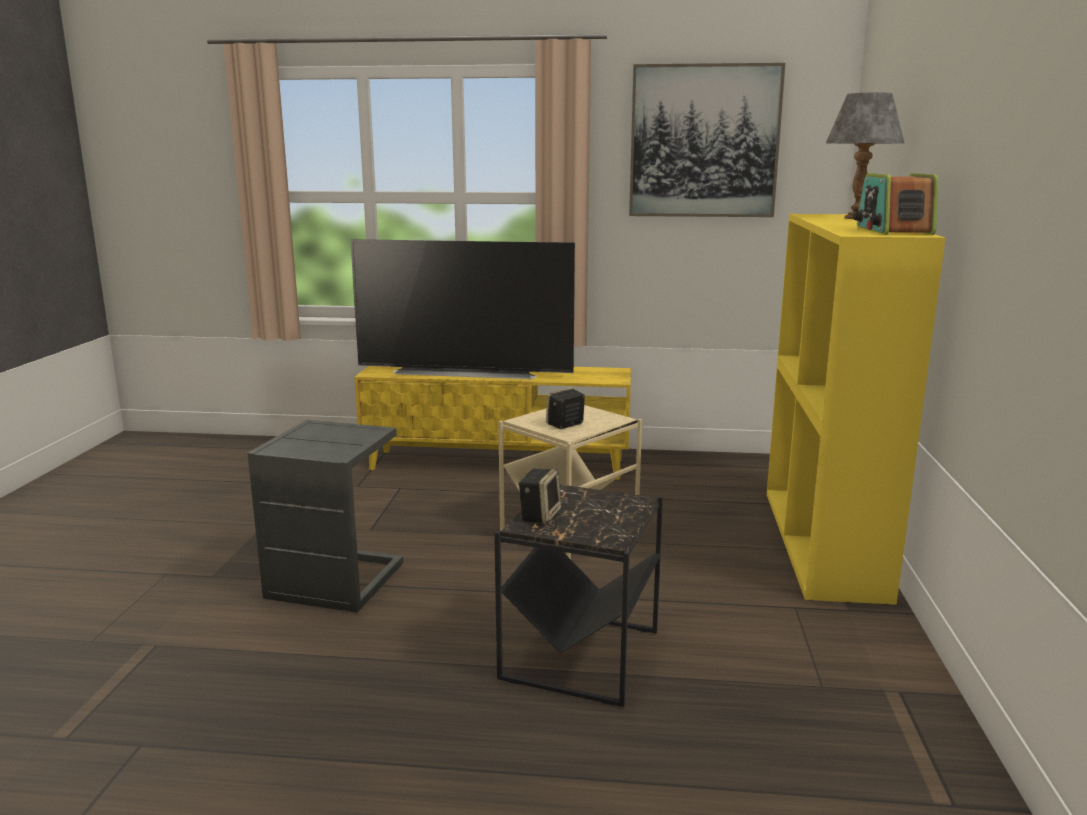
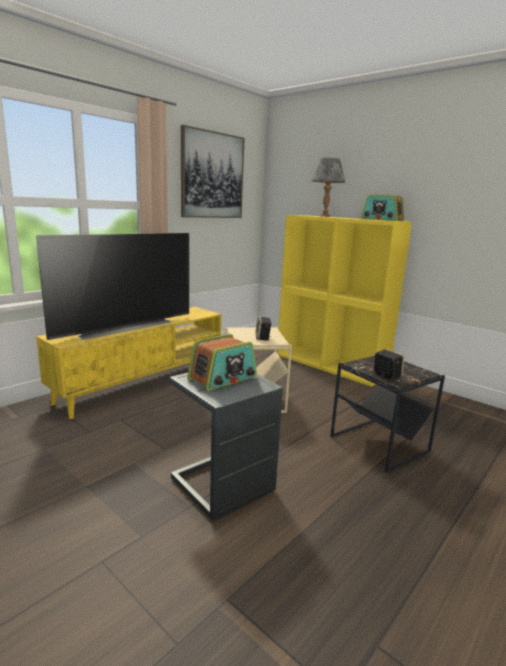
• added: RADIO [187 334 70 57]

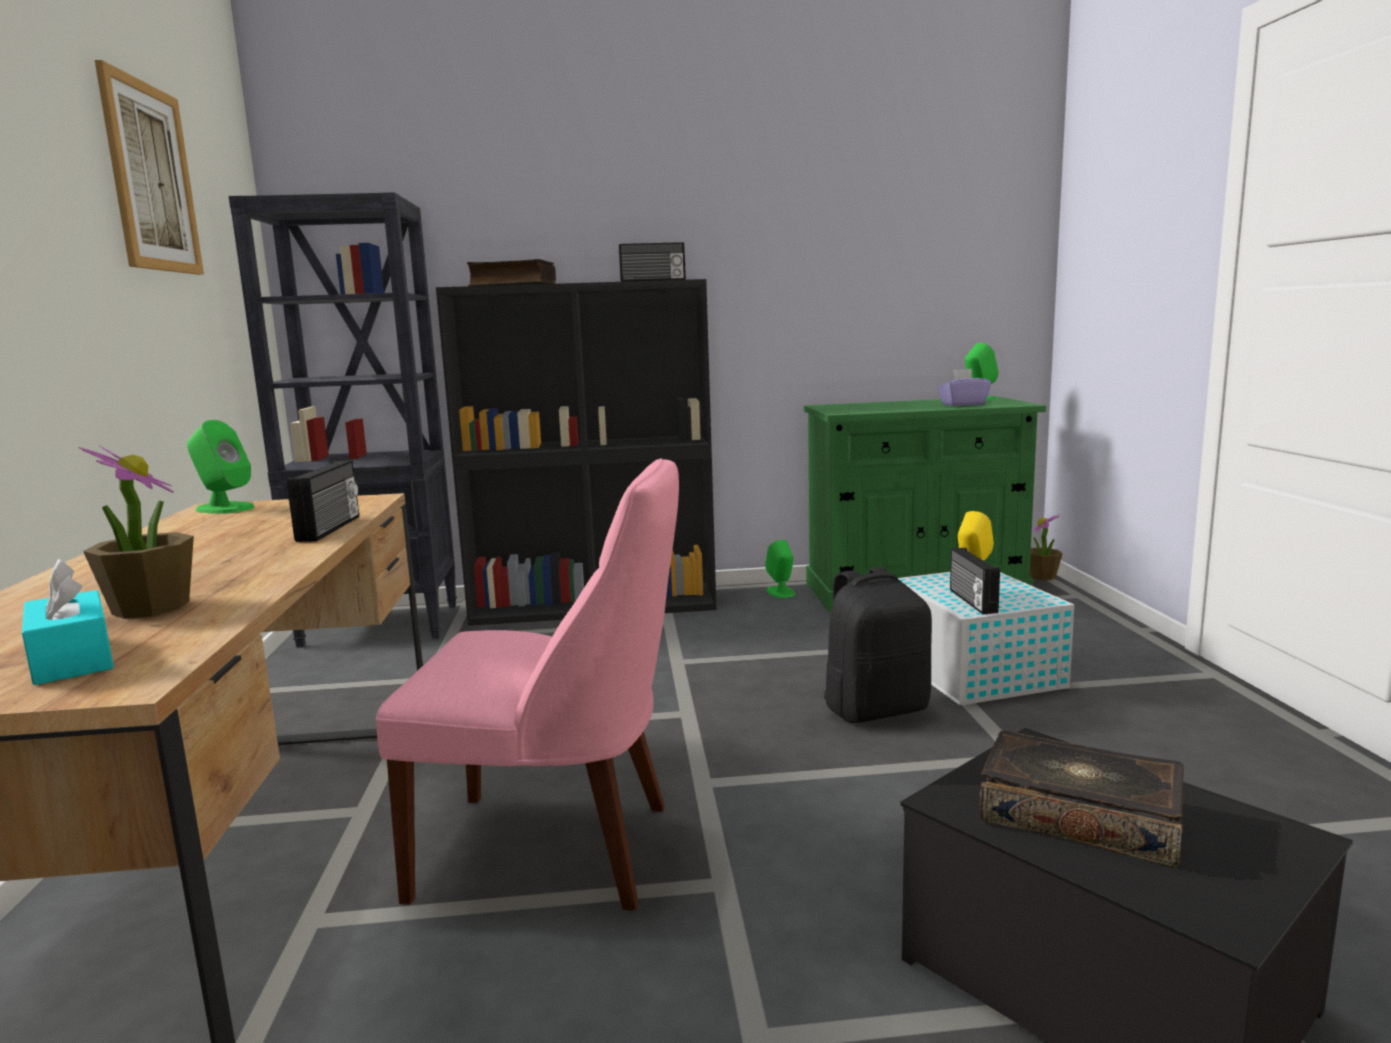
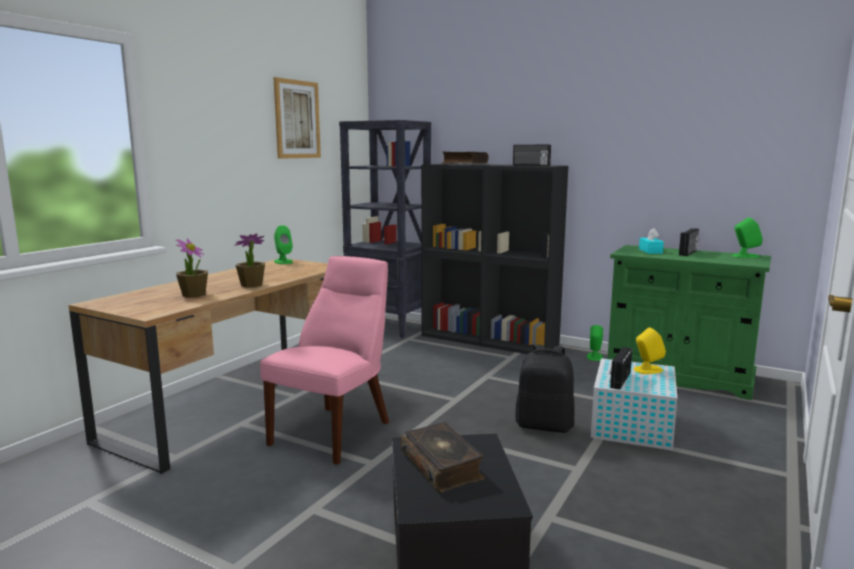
• removed: PURPLE TISSUE BOX [938 369 53 37]
• moved: TURQUOISE TISSUE BOX [22 559 92 126] to [639 228 25 26]
• moved: RADIO [287 460 72 82] to [679 228 20 28]
• moved: POTTED PLANT [1029 515 34 65] to [235 234 30 53]
• turned: PINK CHAIR [376 458 303 452] = [260 256 129 209] 105 degrees counterclockwise

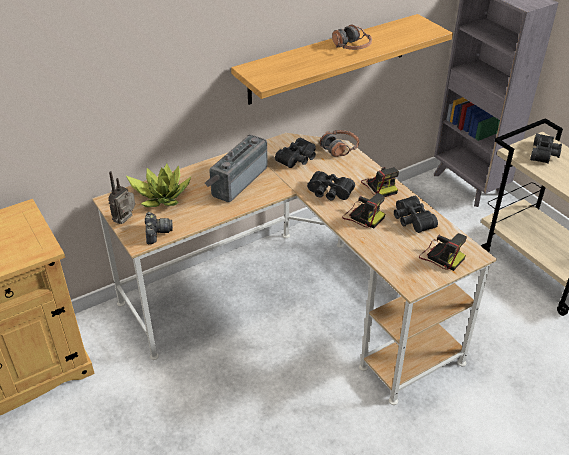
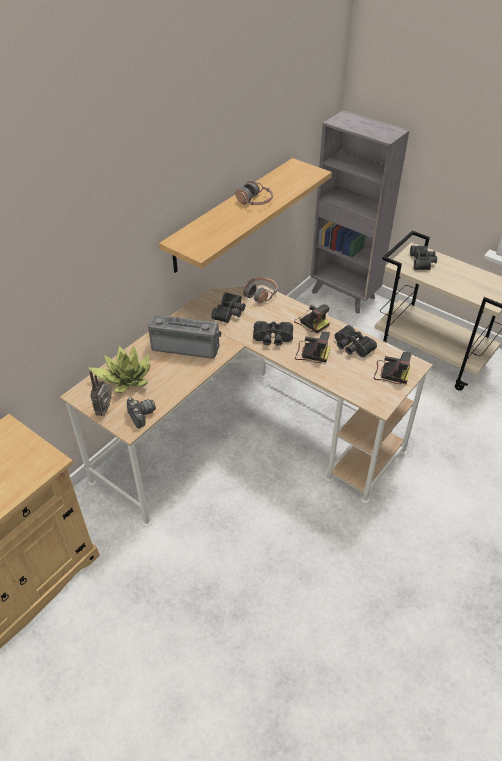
• turned: RADIO [205 134 63 68] = [148 314 74 45] 90 degrees clockwise

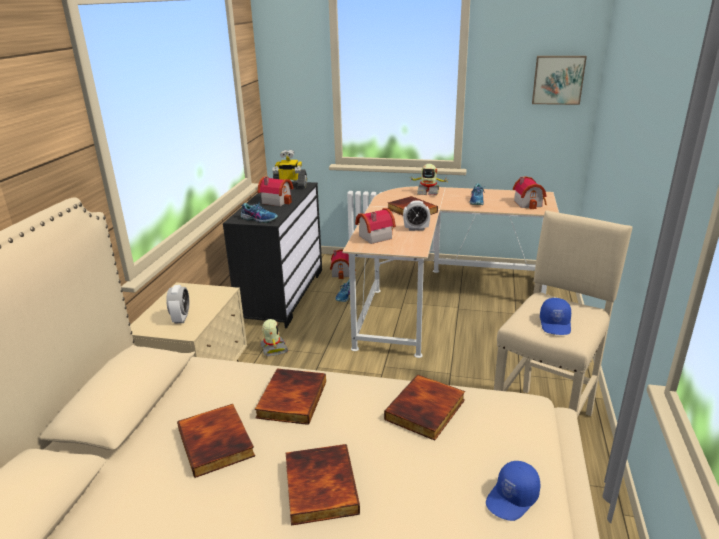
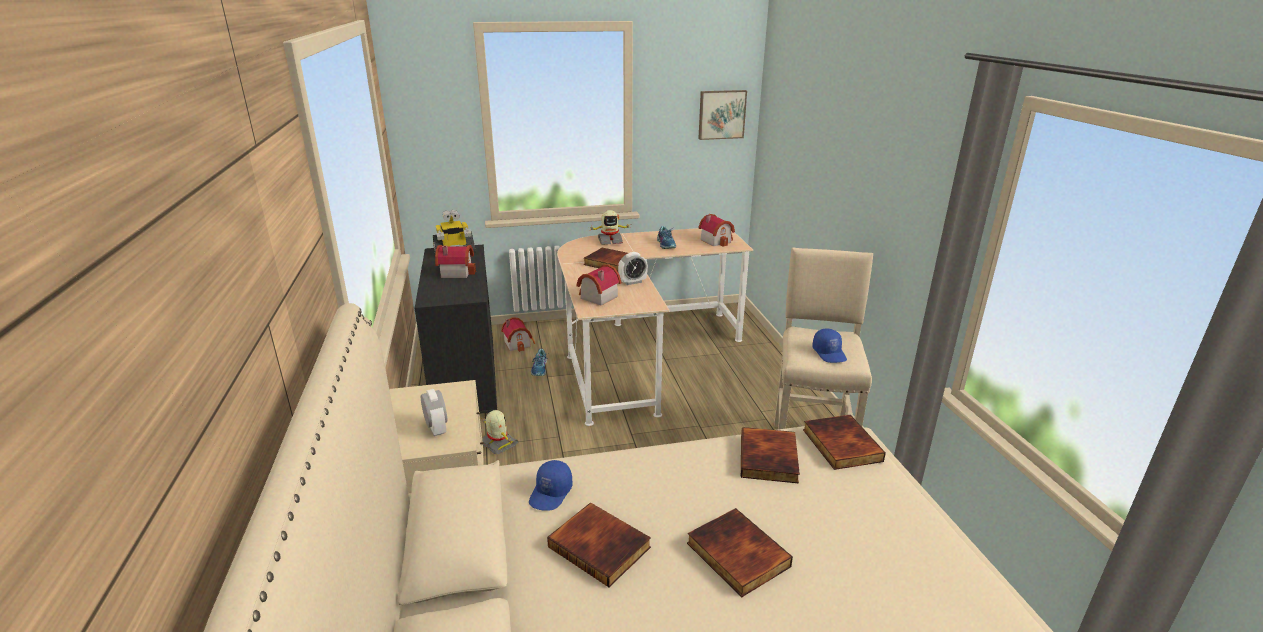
• removed: SHOE [240 201 38 22]
• moved: BOOK [255 369 71 56] to [803 415 83 55]
• moved: BLUE CAP [486 461 54 60] to [529 460 44 51]

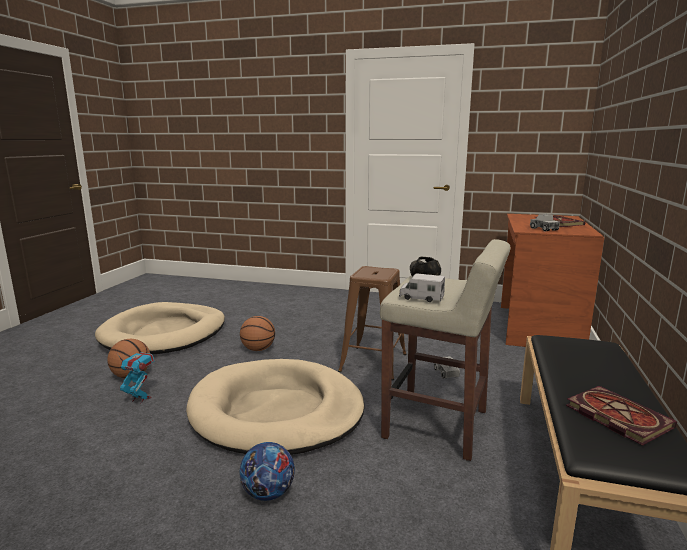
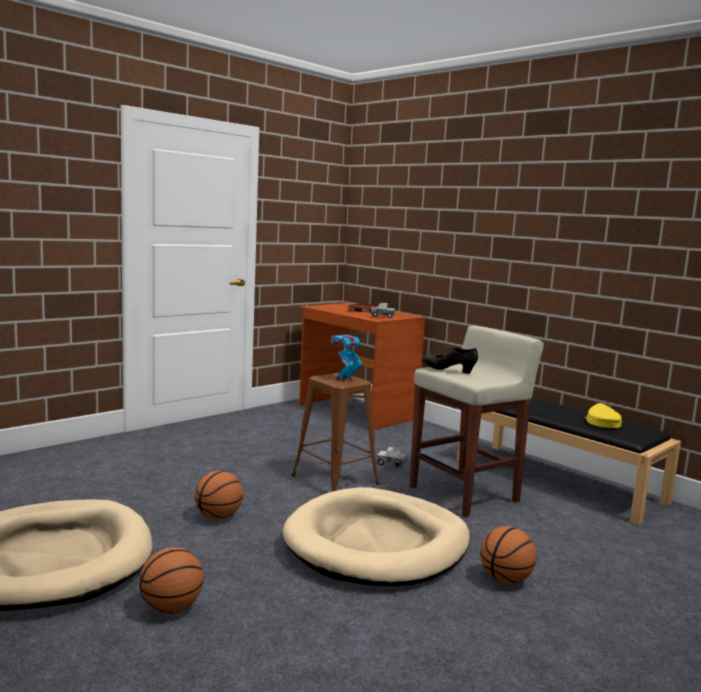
• removed: TOY TRUCK [399 273 46 29]
• moved: TOY ROBOT [117 352 37 52] to [331 329 32 53]
• replaced: FOOTBALL [240 442 55 59] to BASKETBALL [480 526 57 58]
• replaced: BOOK [566 386 111 60] to YELLOW CAP [585 403 37 25]

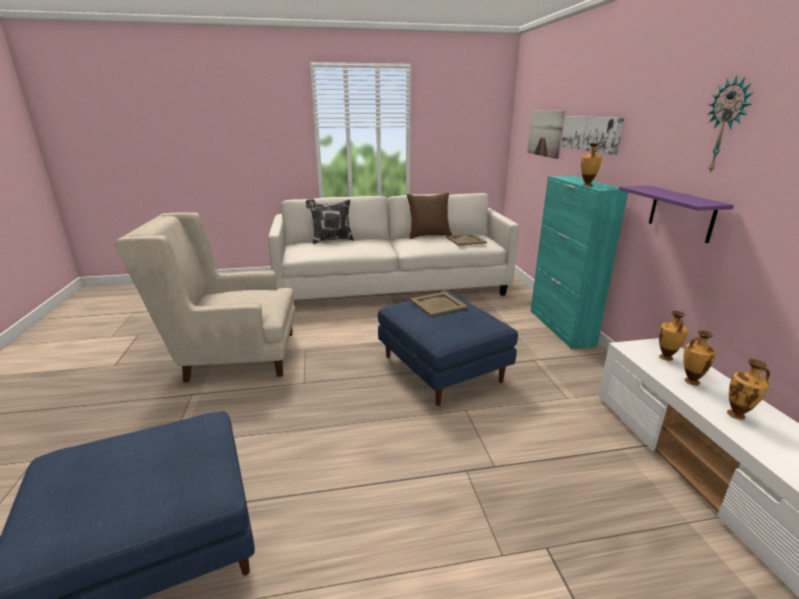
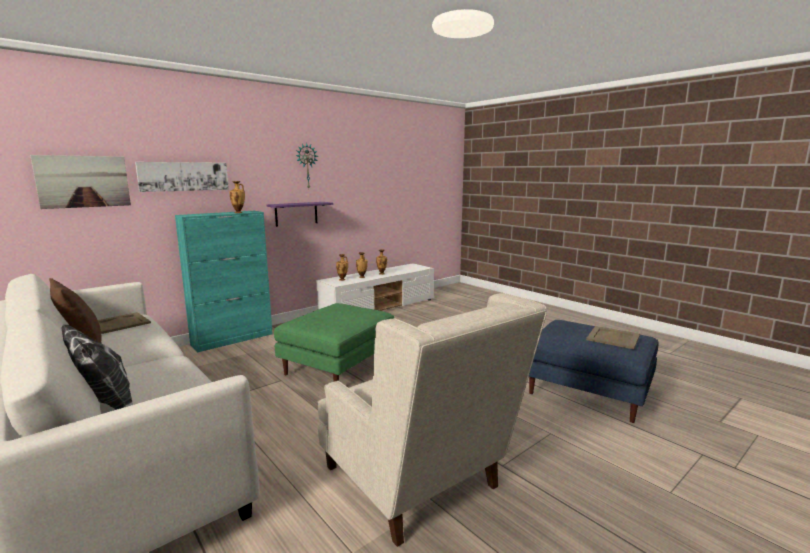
• moved: BEIGE TRAY [410 292 58 25] to [586 326 54 23]
• recoloured: BLUE OTTOMAN [378 292 140 114] to GREEN OTTOMAN [274 303 120 78]

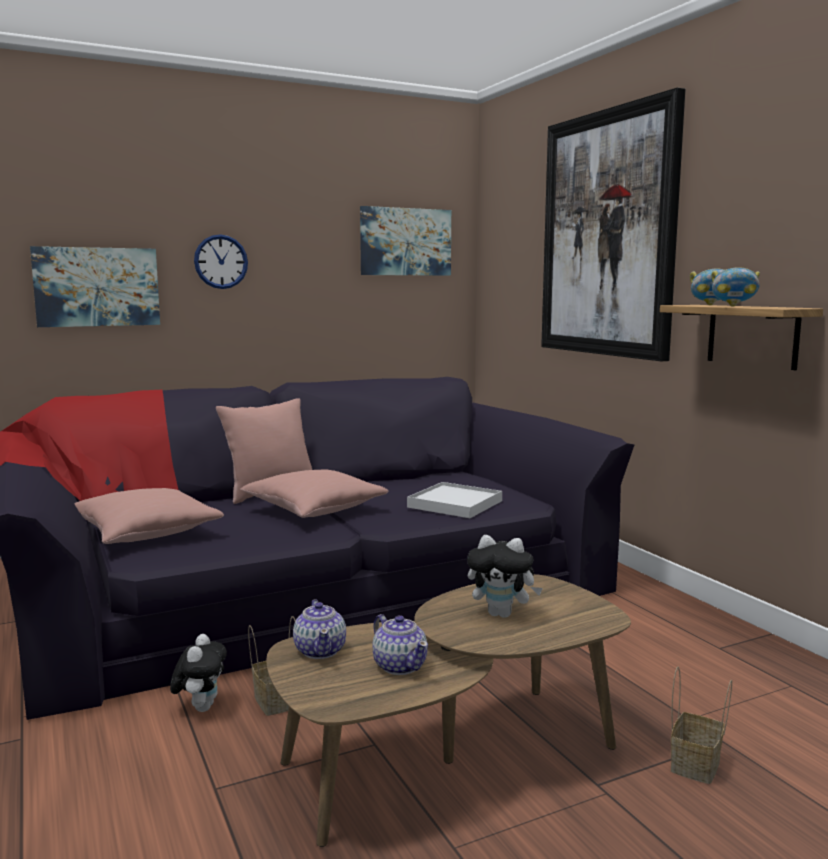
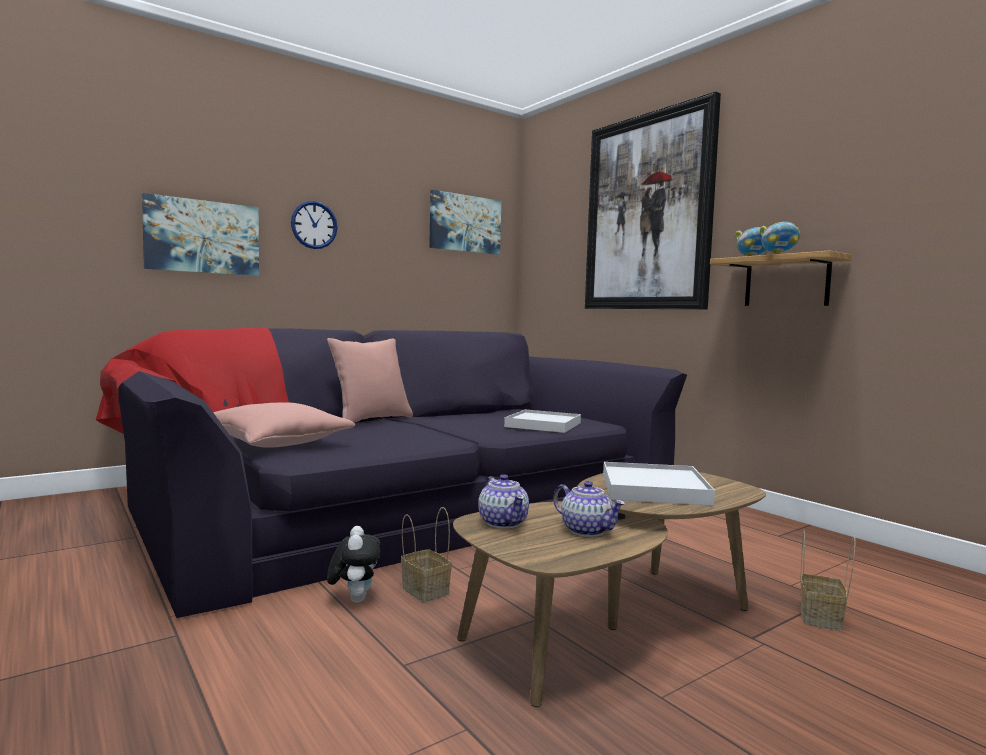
• removed: PINK PILLOW [240 469 149 49]
• replaced: PLUSH TOY [467 535 76 83] to WHITE TRAY [603 462 112 44]

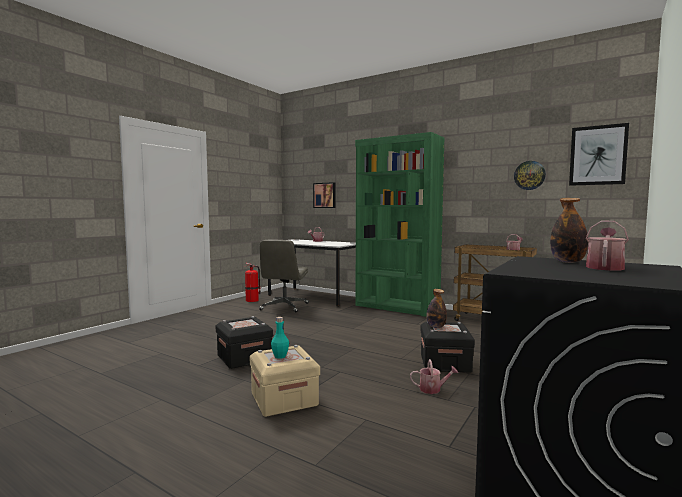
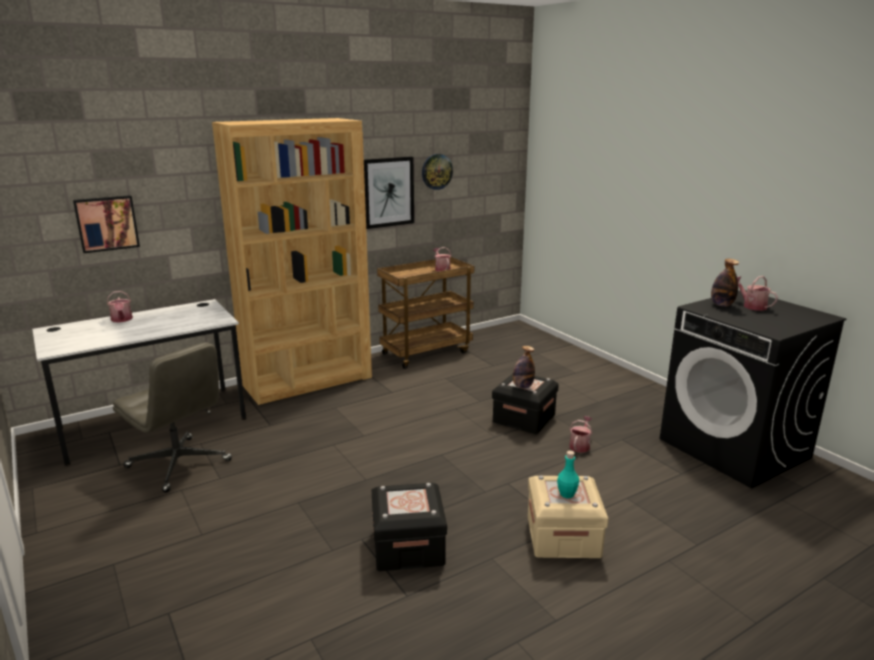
• removed: FIRE EXTINGUISHER [245 263 16 39]
• moved: PICTURE [569 123 60 63] to [364 156 50 73]
• recoloured: GREEN BOOKCASE [355 132 89 185] to BROWN BOOKCASE [212 118 160 287]

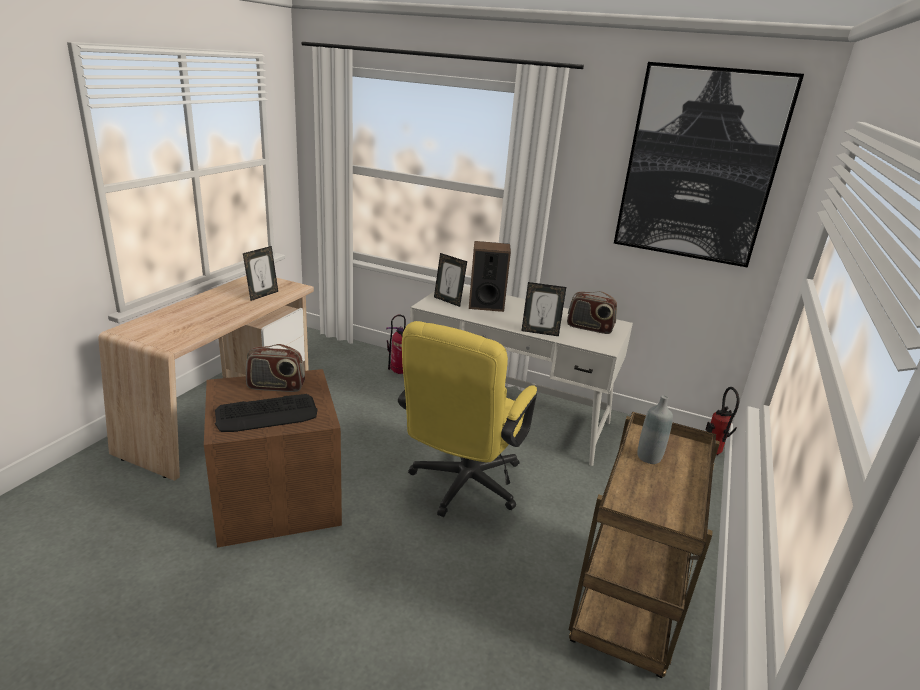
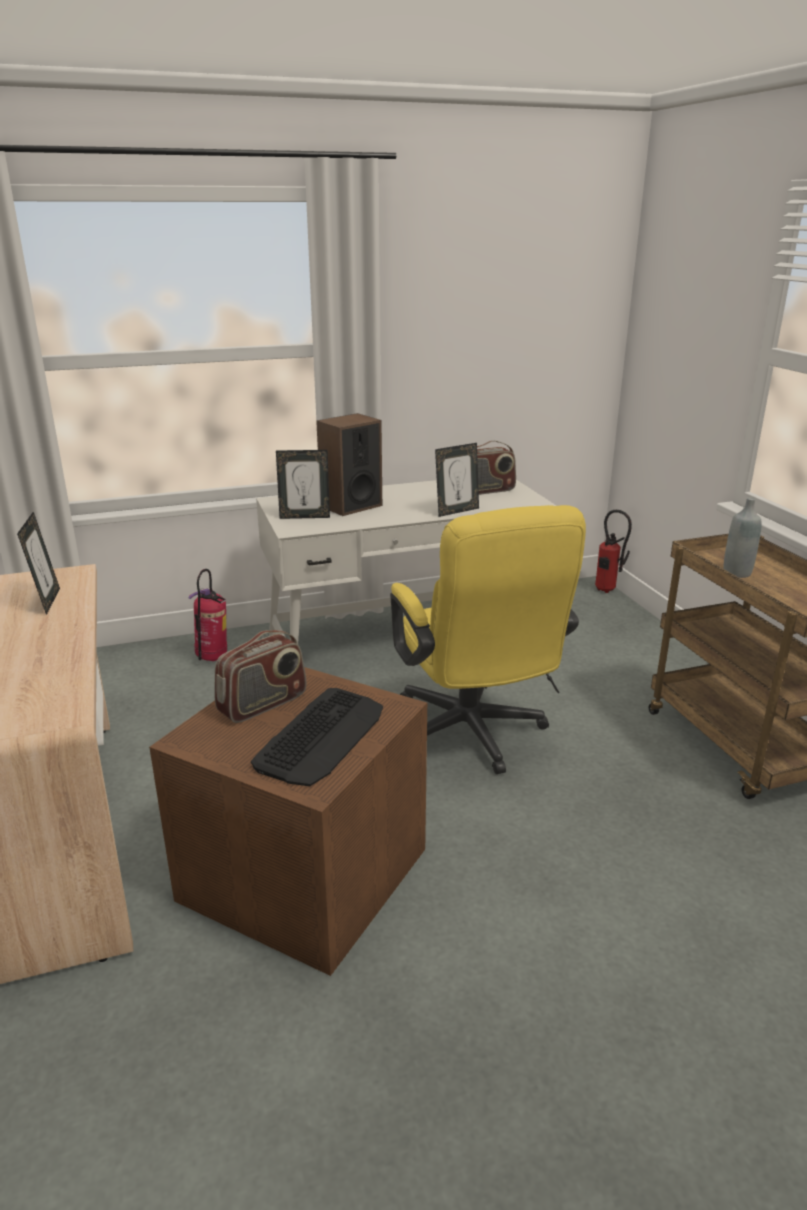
• removed: PICTURE [614 62 190 206]

